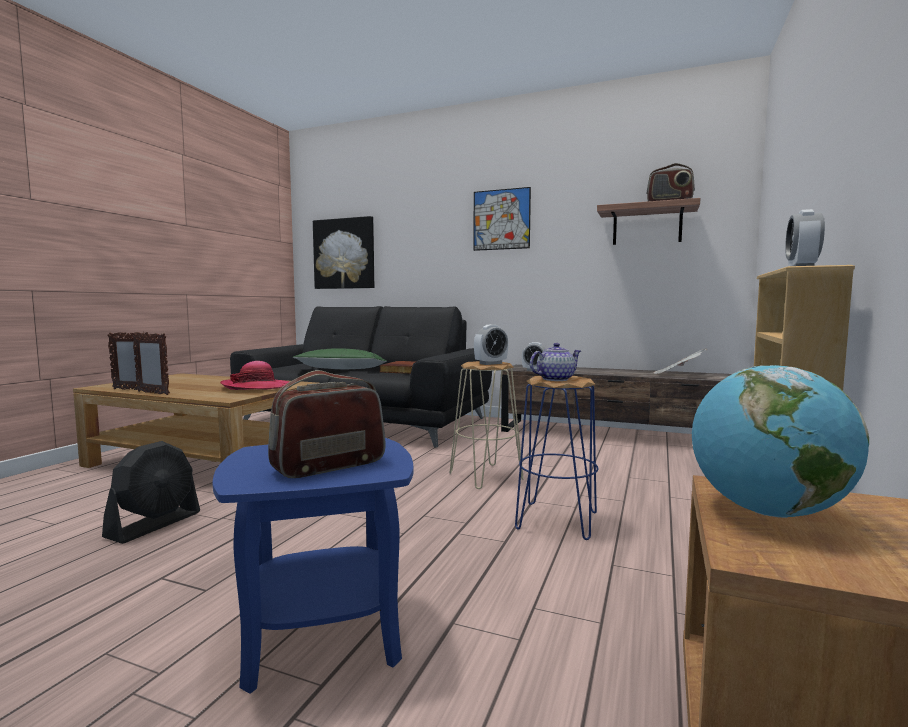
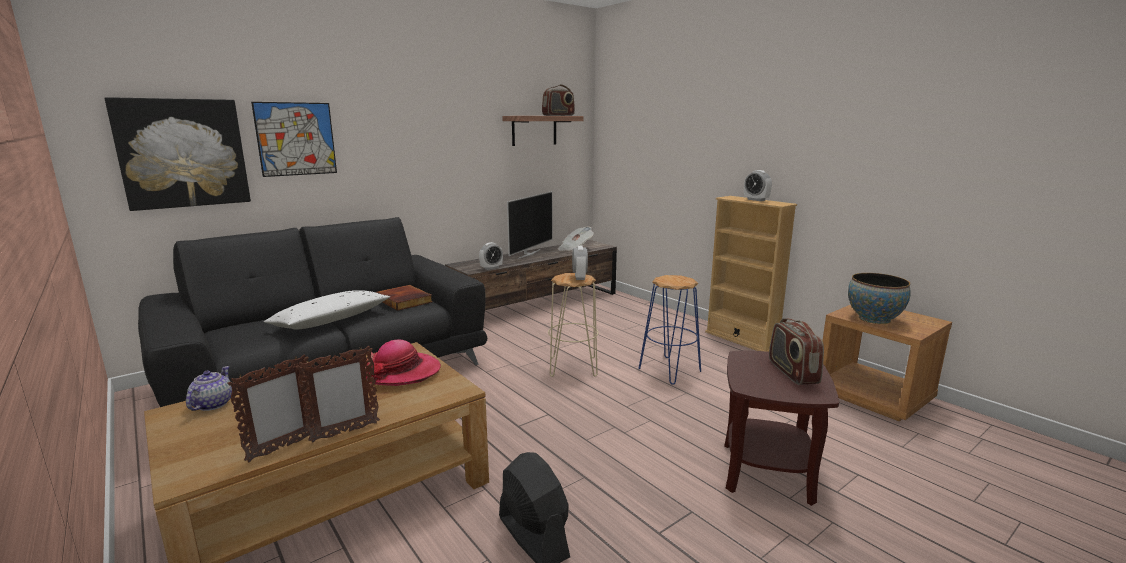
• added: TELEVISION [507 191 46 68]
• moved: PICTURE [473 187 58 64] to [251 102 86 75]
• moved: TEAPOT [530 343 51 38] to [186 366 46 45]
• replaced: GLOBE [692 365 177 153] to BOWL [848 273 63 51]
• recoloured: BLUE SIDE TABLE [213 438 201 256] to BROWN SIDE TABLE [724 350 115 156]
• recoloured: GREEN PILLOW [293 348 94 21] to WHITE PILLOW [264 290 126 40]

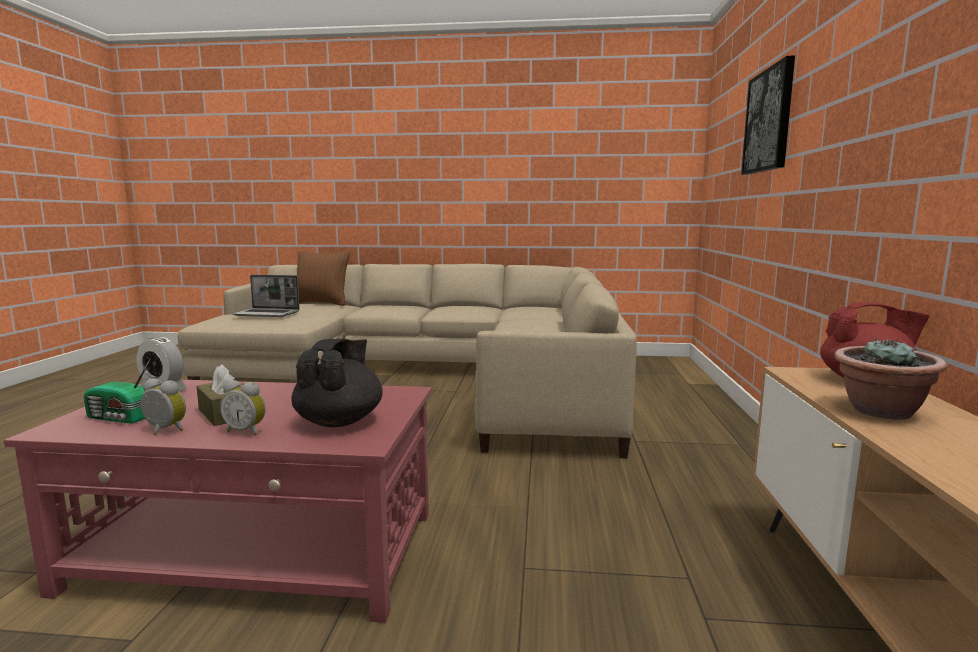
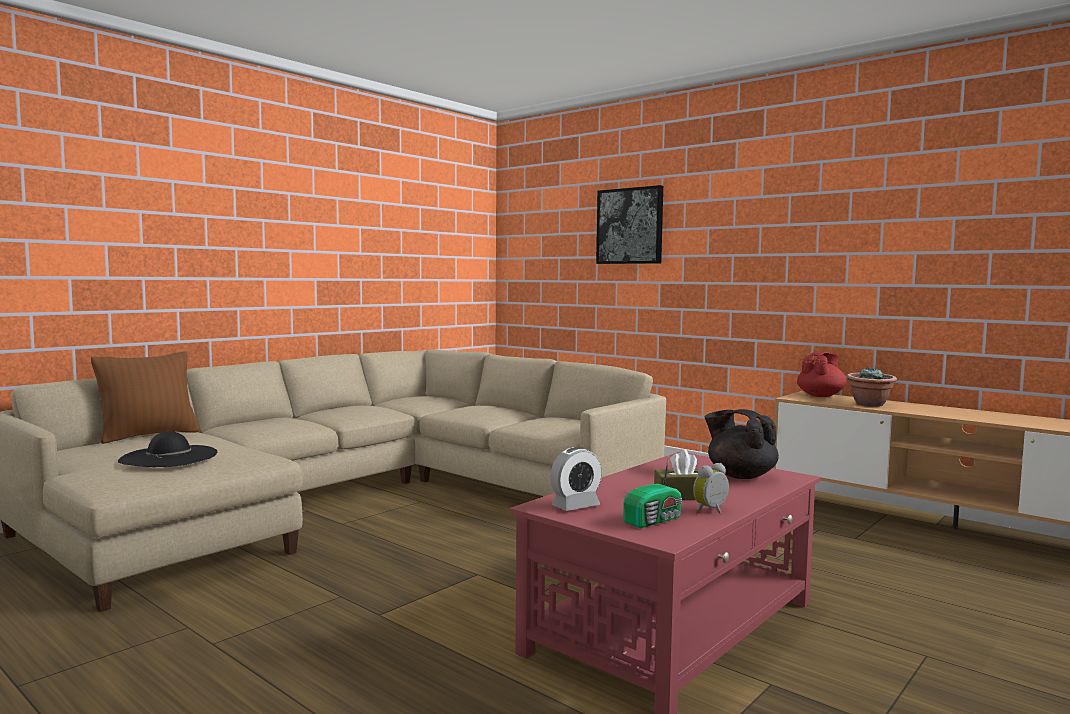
• removed: ALARM CLOCK [220 380 46 56]
• replaced: LAPTOP [232 275 68 42] to BLACK HAT [118 431 99 36]

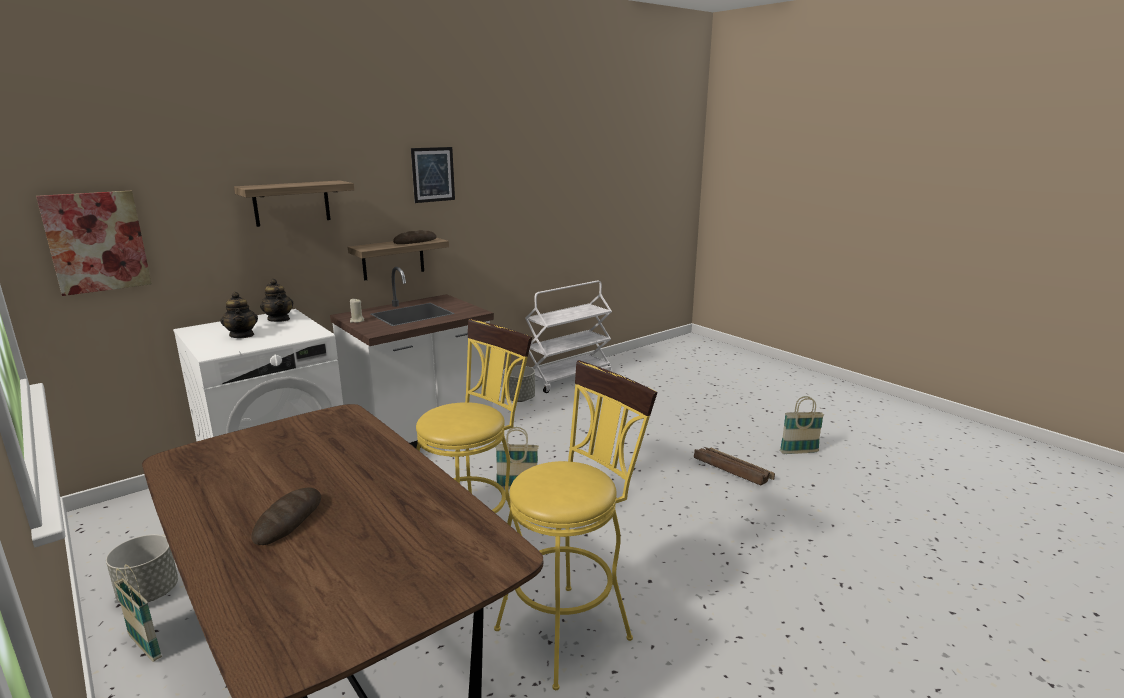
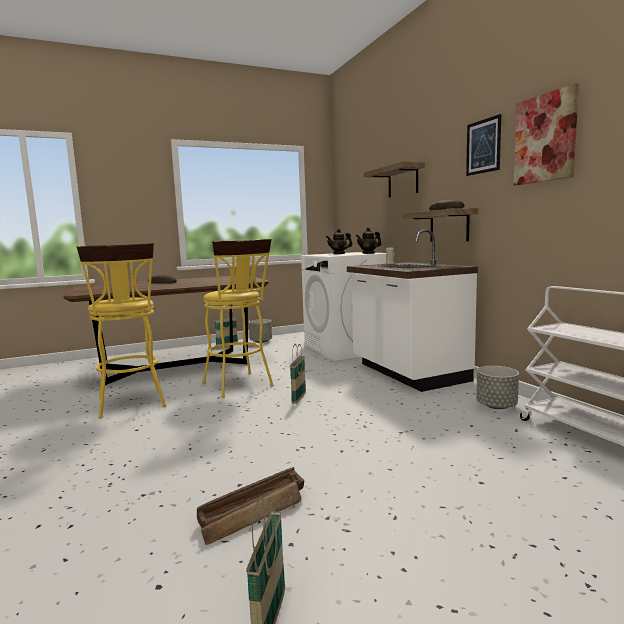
• moved: PICTURE [36 191 116 105] to [514 83 65 102]

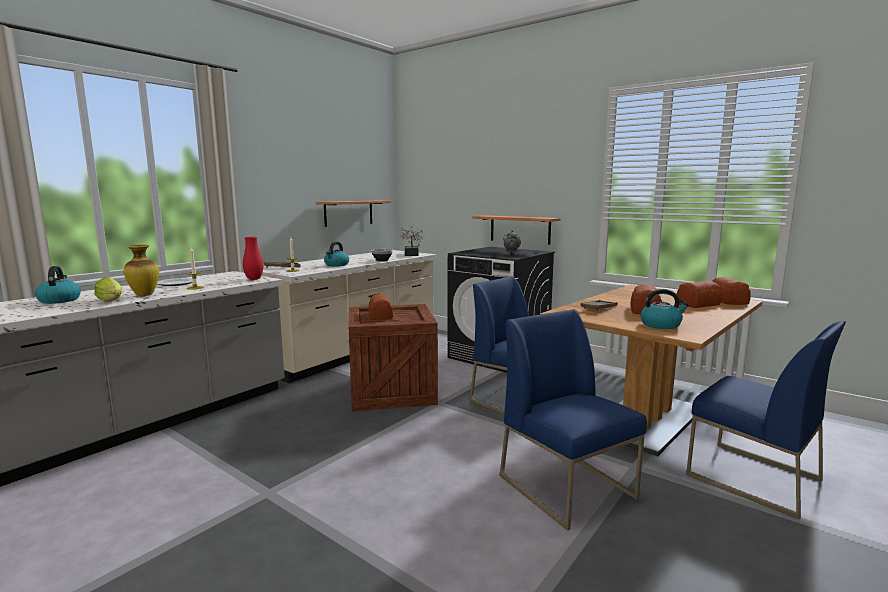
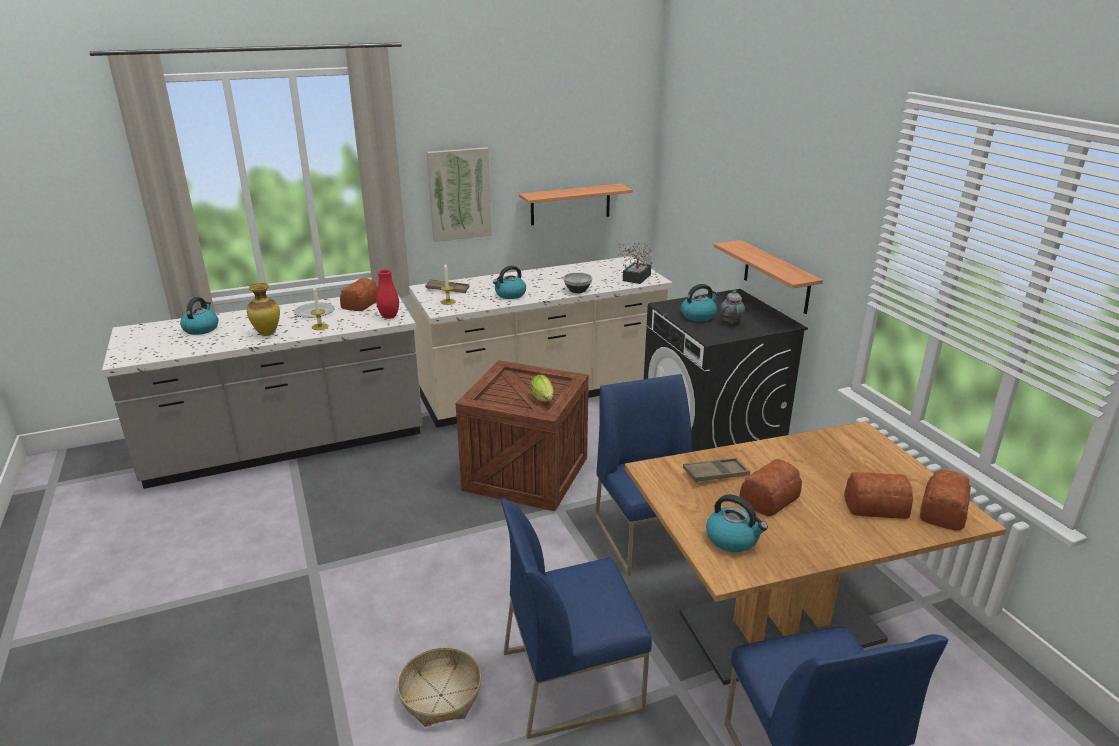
• added: BASKET [397 647 85 80]
• added: PICTURE [427 147 65 95]
• added: KETTLE [681 284 38 38]
• moved: LETTUCE [94 277 28 25] to [530 375 24 27]
• moved: BREAD [368 294 25 26] to [340 278 38 33]
• turned: BLUE CHAIR [500 309 147 222] = [501 499 151 240] 105 degrees counterclockwise

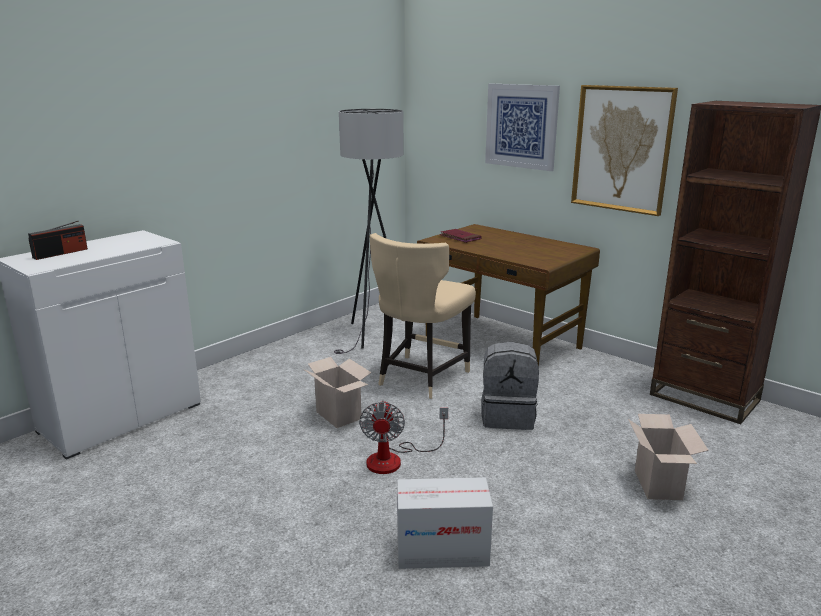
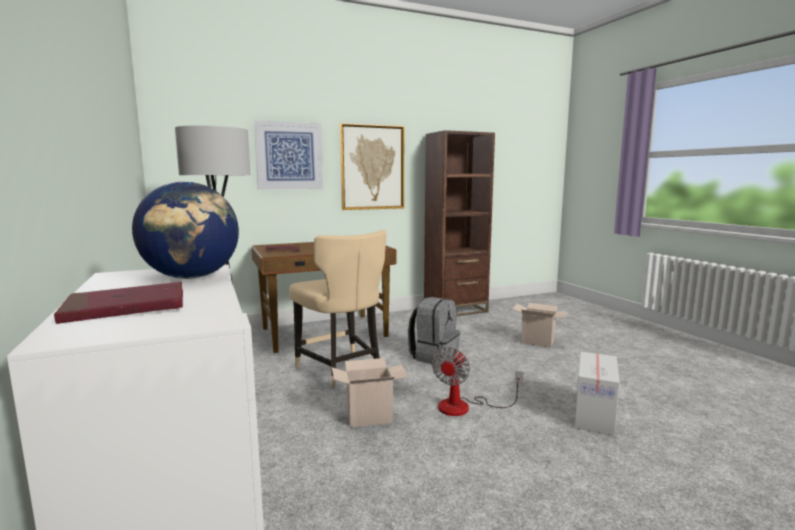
• added: GLOBE [132 181 107 98]
• replaced: RADIO [28 221 60 39] to RED BOOK [54 282 129 42]
• turned: FAN [359 400 89 74] = [432 347 91 69] 90 degrees clockwise

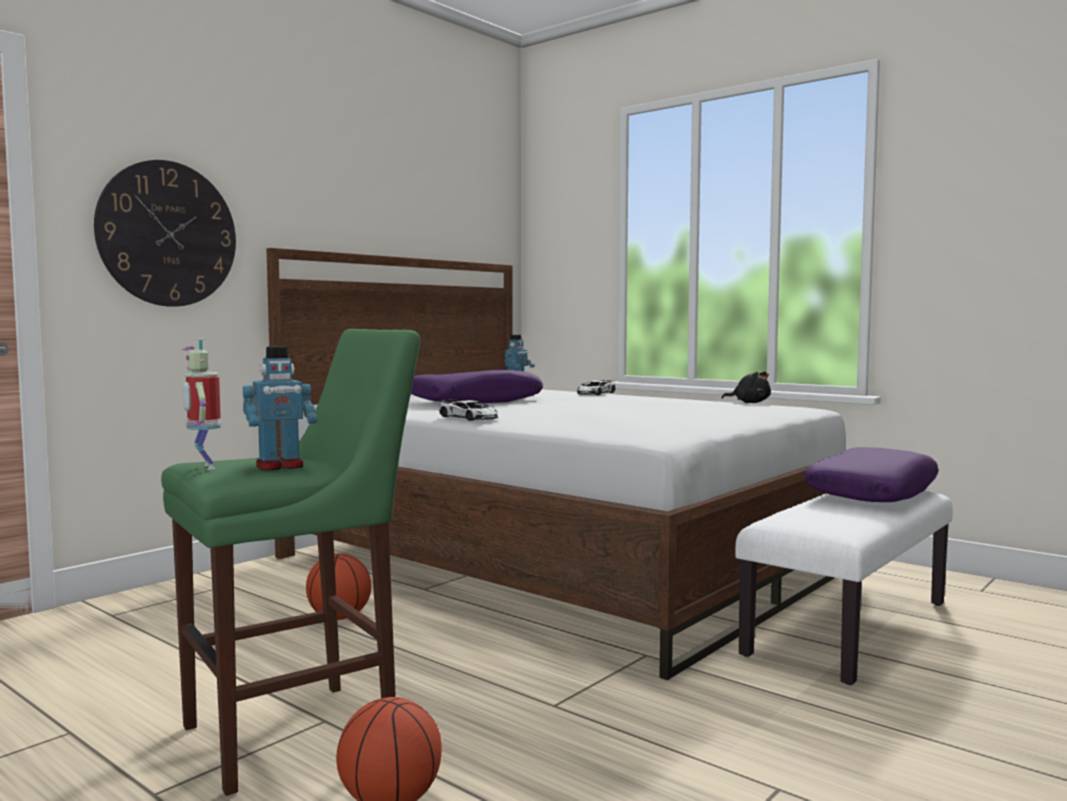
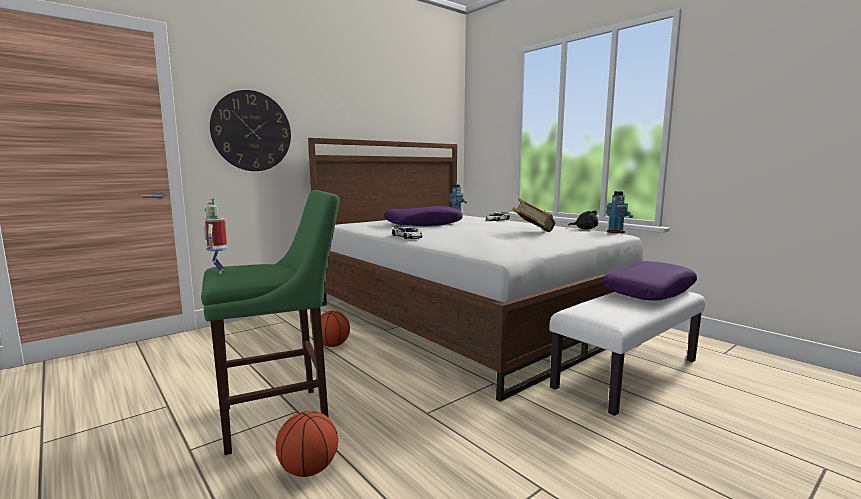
• added: BOOK [513 198 43 34]
• moved: TOY ROBOT [243 346 75 125] to [606 191 27 43]

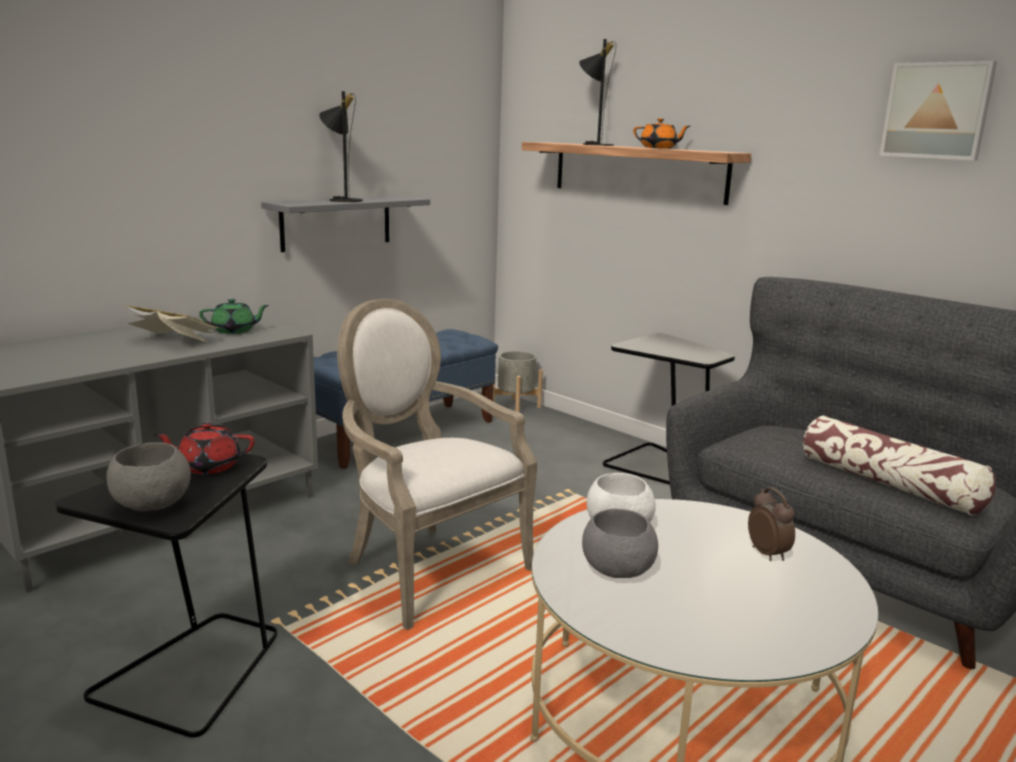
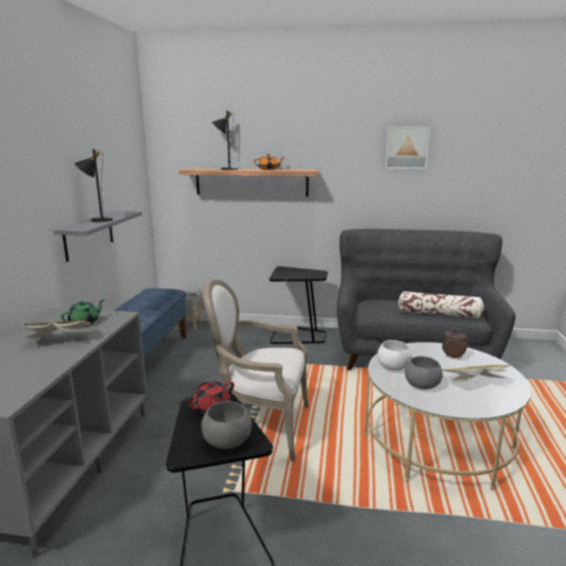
• added: BOOK [443 365 68 18]

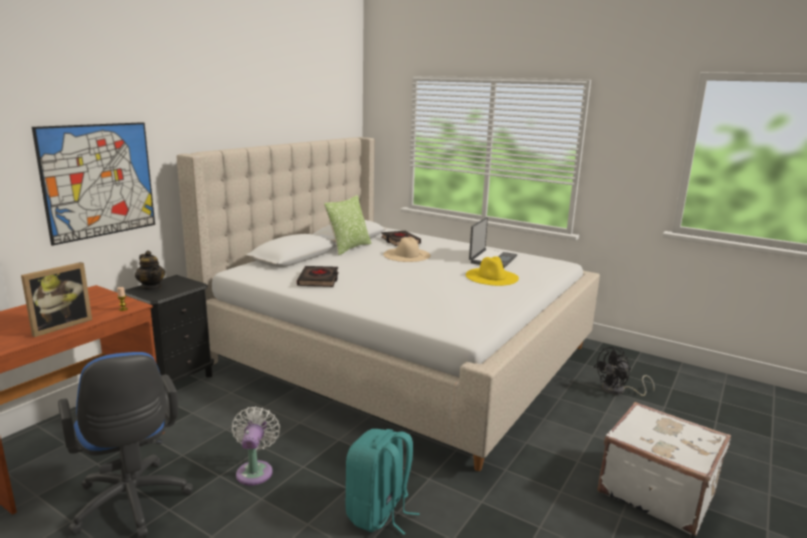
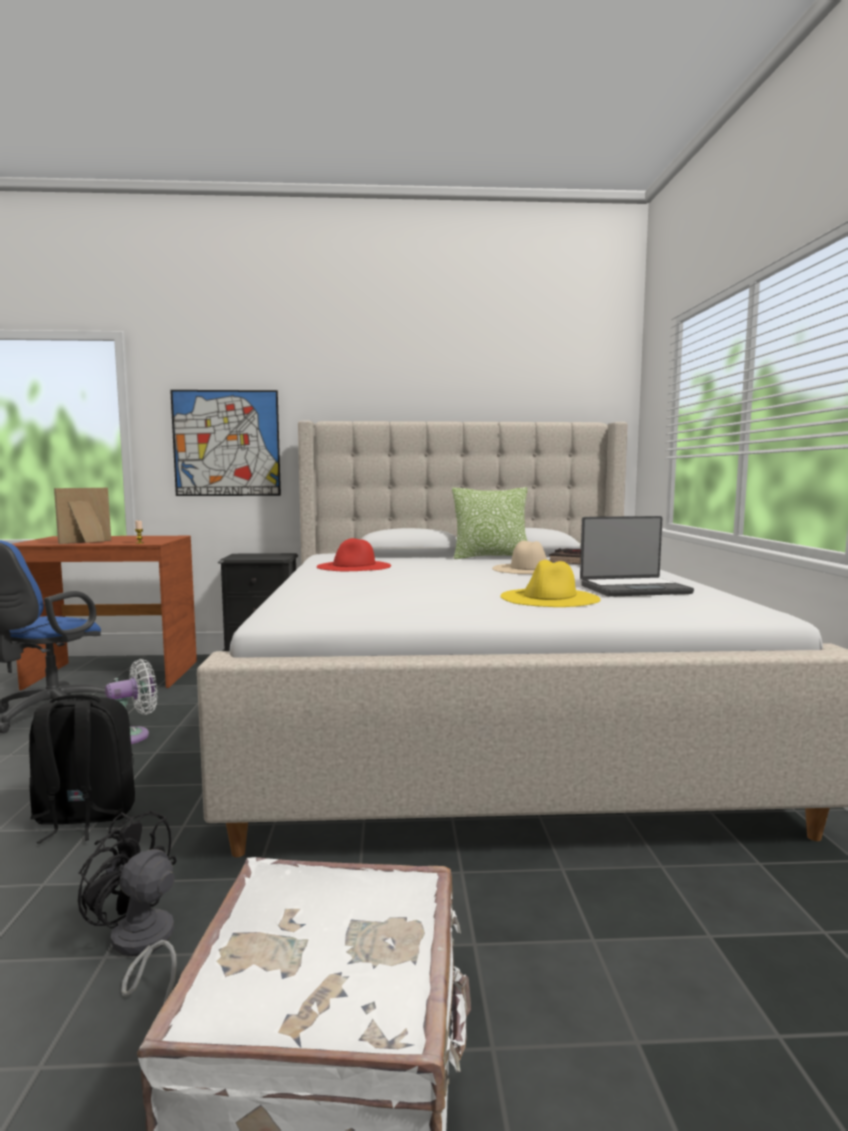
• removed: TEAPOT [135 251 30 39]
• moved: BLACK FAN [593 347 62 49] to [78 810 99 193]
• replaced: BLACK BOOK [297 266 42 21] to RED HAT [317 538 74 33]
• recoloured: TURQUOISE BACKPACK [346 429 74 106] to BLACK BACKPACK [29 694 106 150]
• turned: PICTURE FRAME [21 262 71 75] = [54 488 57 56] 135 degrees clockwise

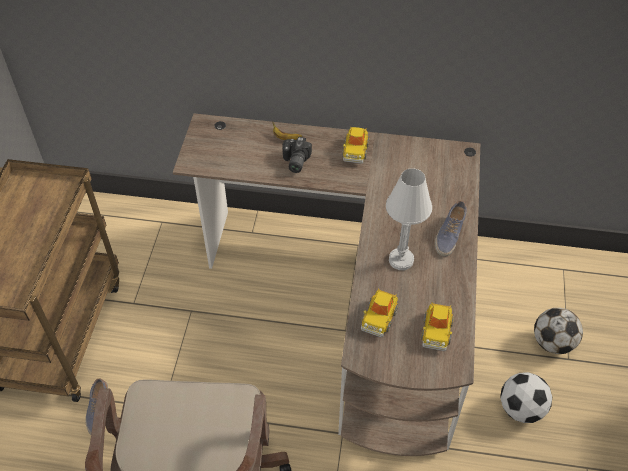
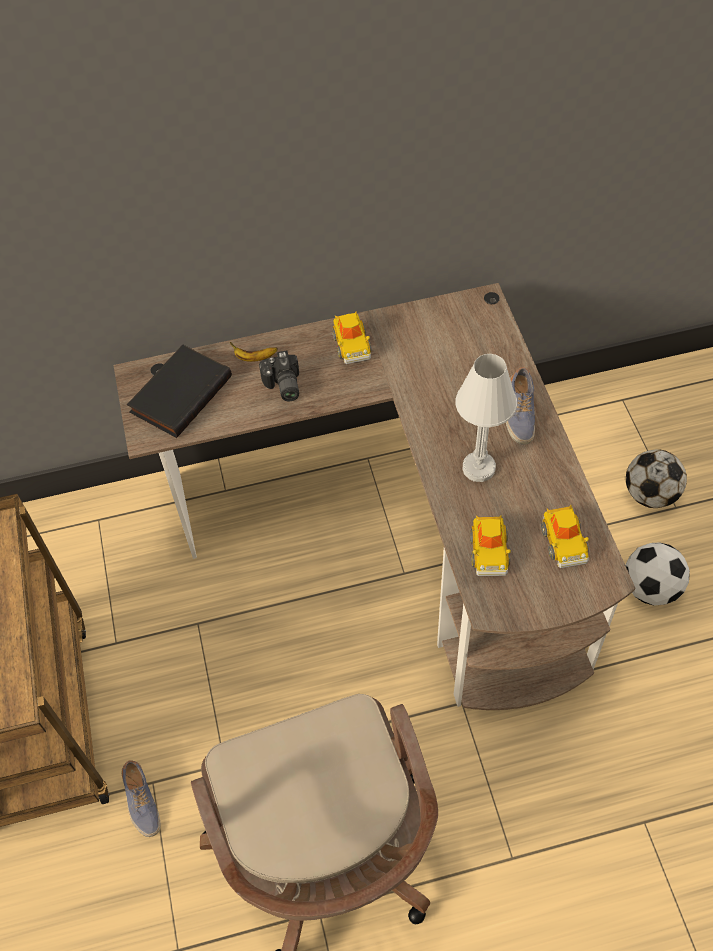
• added: BLACK BOOK [127 345 105 93]

